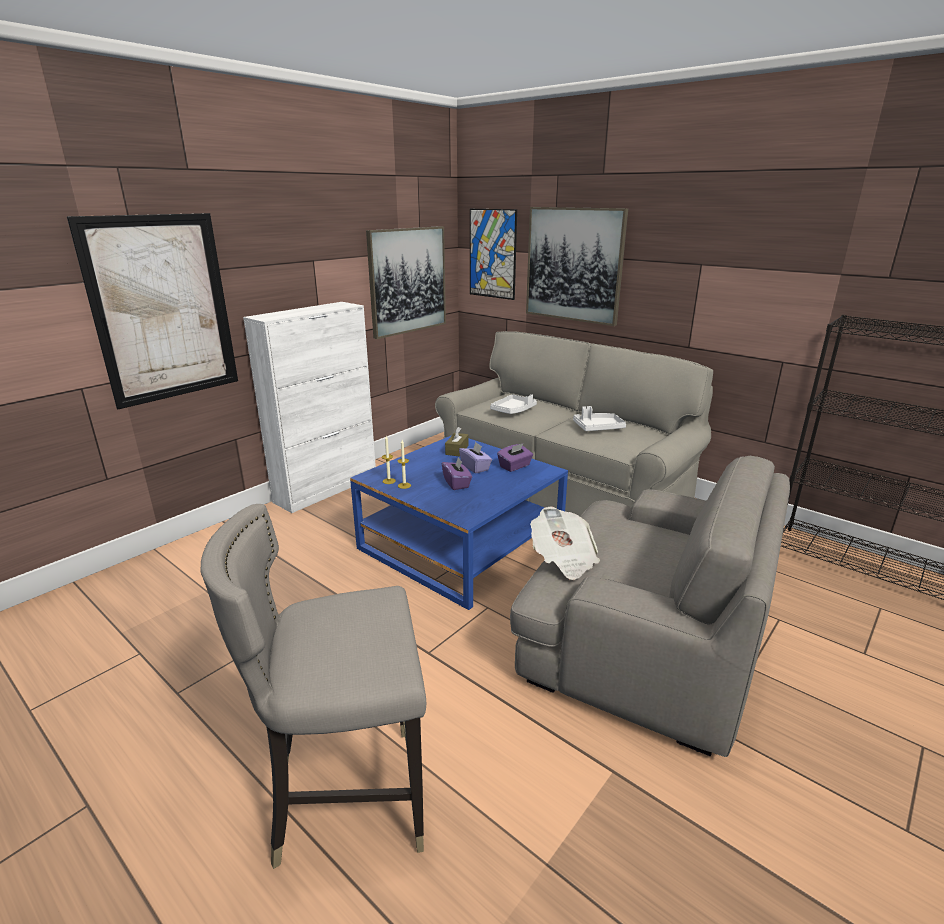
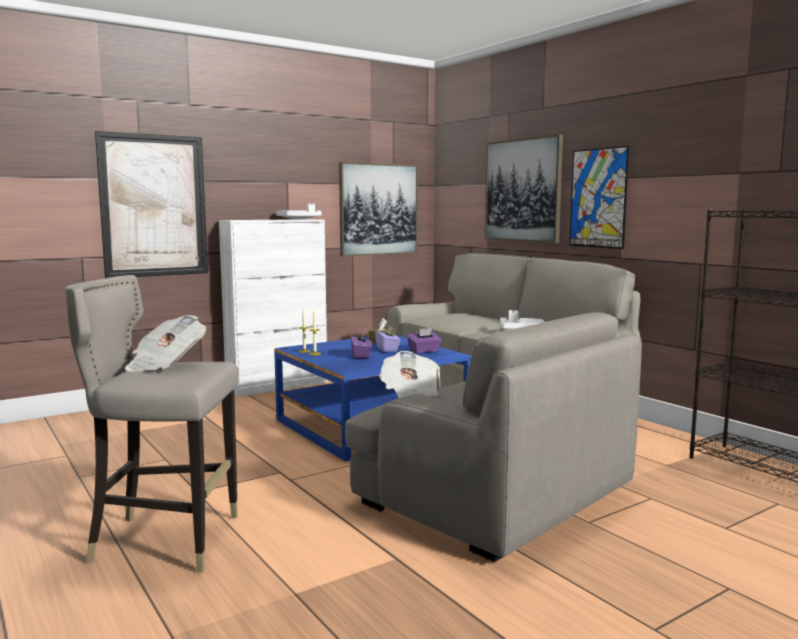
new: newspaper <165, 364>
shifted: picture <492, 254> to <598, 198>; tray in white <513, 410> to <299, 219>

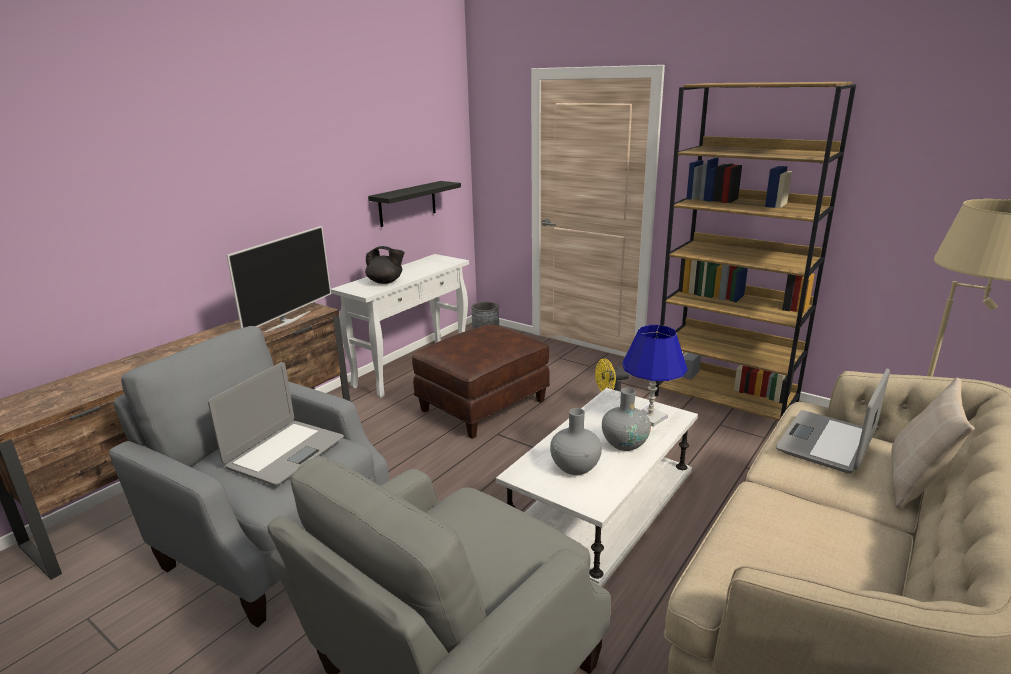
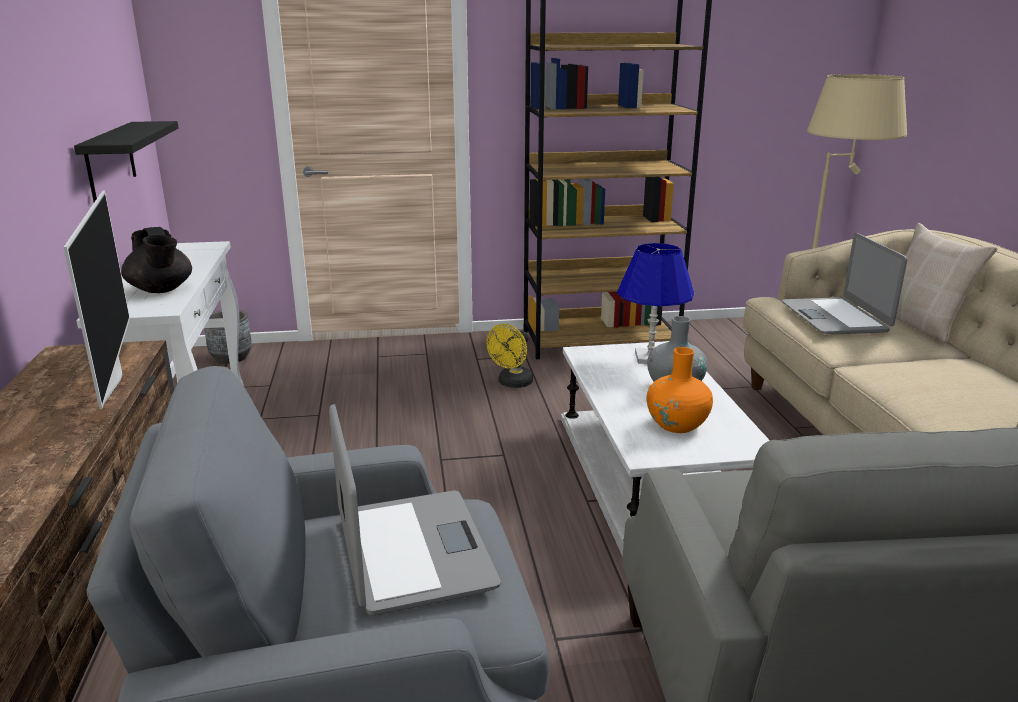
gone: ottoman in brown <483, 405>
repainted: vase in grey <575, 467> to vase in orange <677, 425>
rotated: teapot in black <385, 282> = <161, 290> 90 degrees clockwise

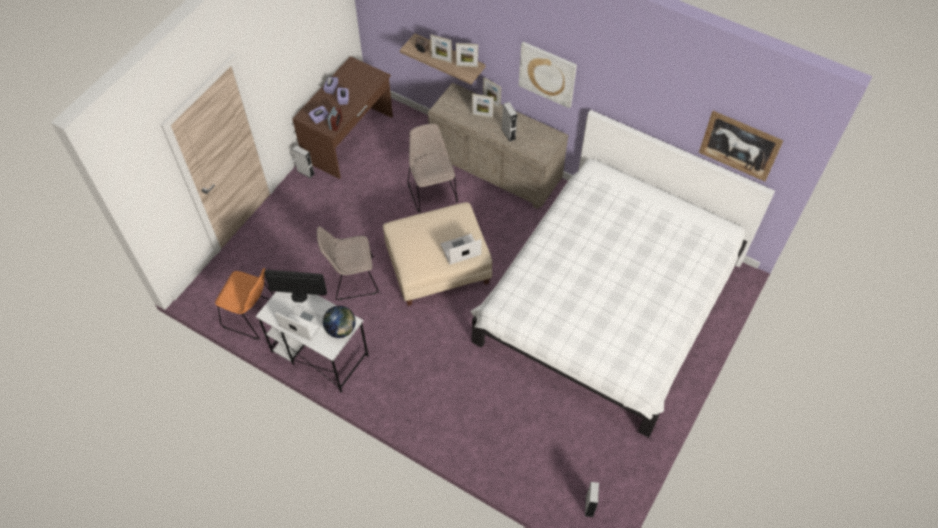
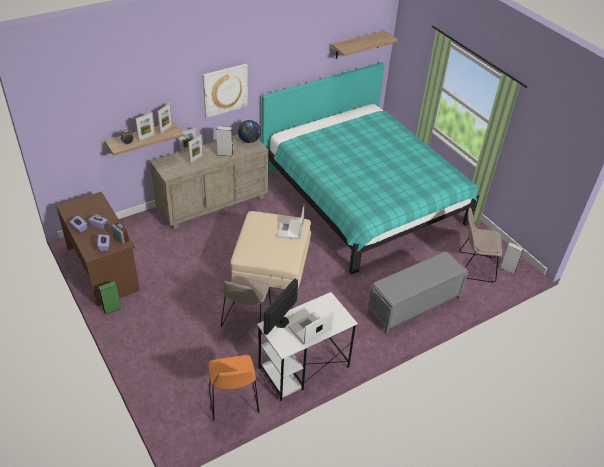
new: bench in grey <413, 306>
shifted: globe <341, 329> to <249, 140>; chair in beige <432, 191> to <474, 267>
swapped: picture <739, 145> to shelf <357, 45>
repainted: speaker in grey <306, 172> to speaker in green <112, 309>; bed in white <608, 302> to bed in turquoise <363, 198>
rotated: chair in orange <253, 315> = <233, 401> 120 degrees clockwise

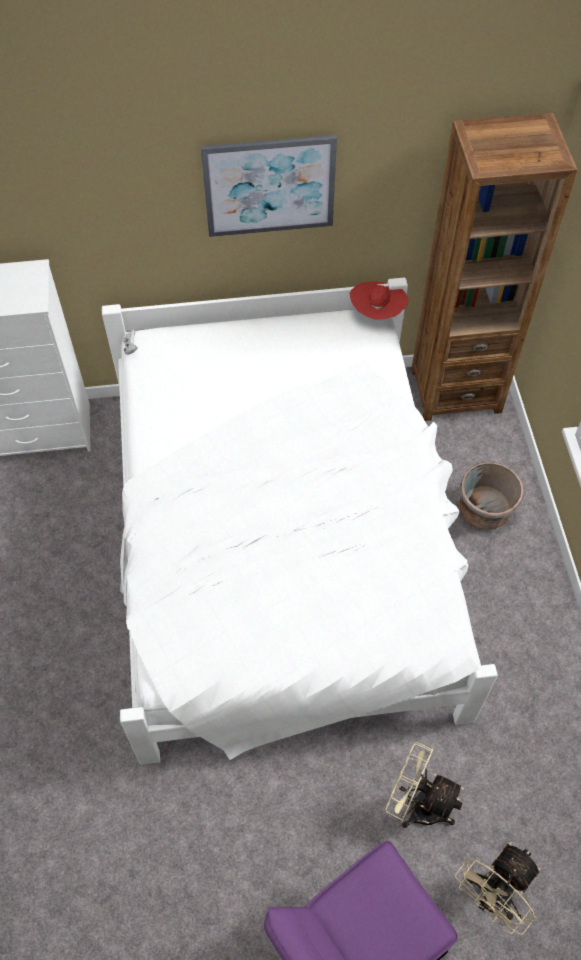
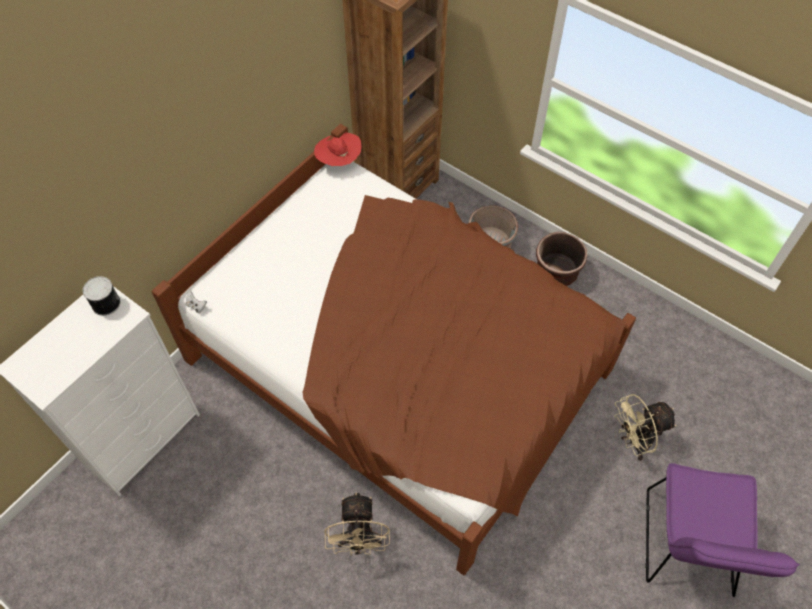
gone: picture <269, 186>
new: can <105, 303>; planter in brown <556, 272>
shifted: fan in beige <491, 895> to <359, 541>
repainted: bed in white <284, 547> to bed in brown <401, 365>

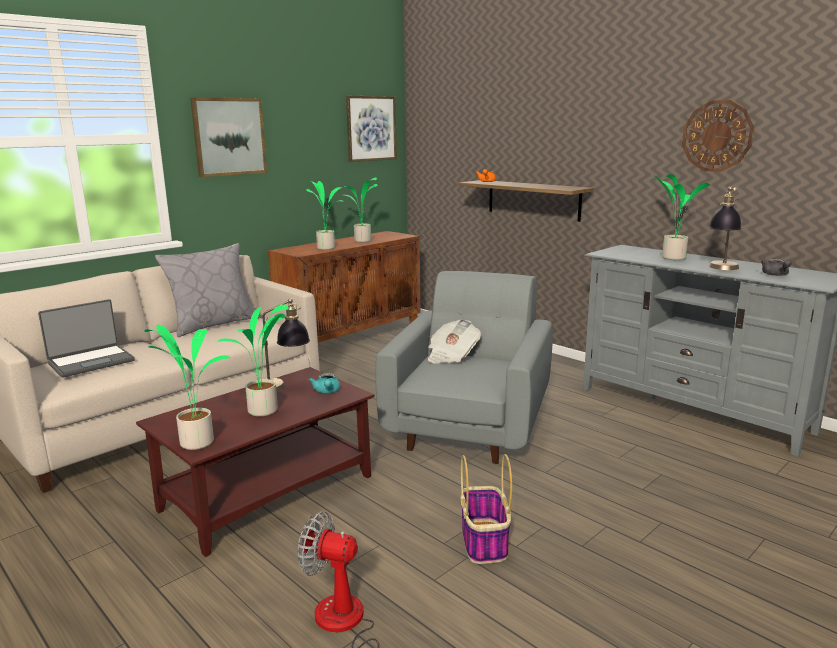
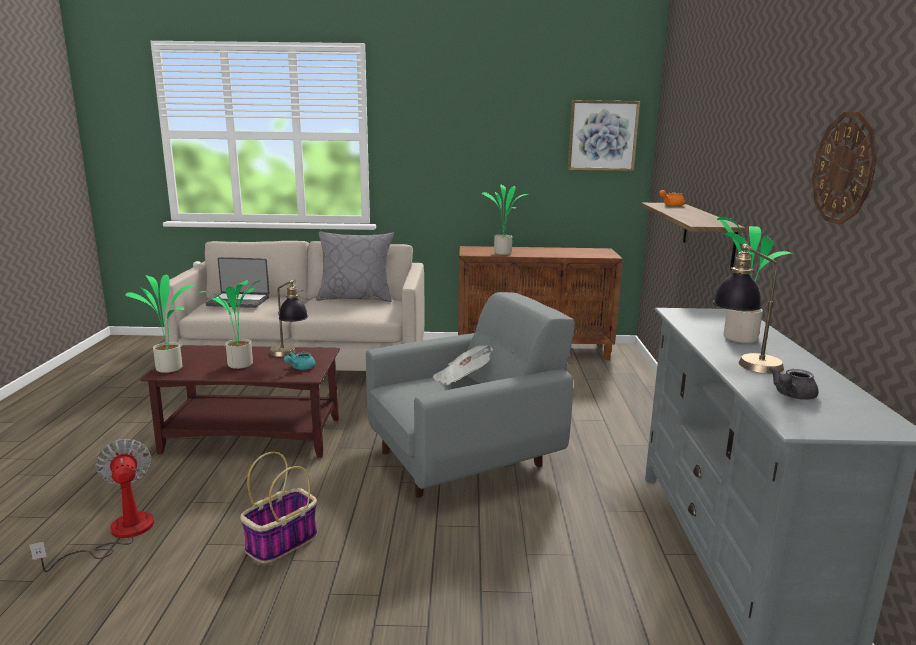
gone: picture <229, 136>; potted plant <363, 241>

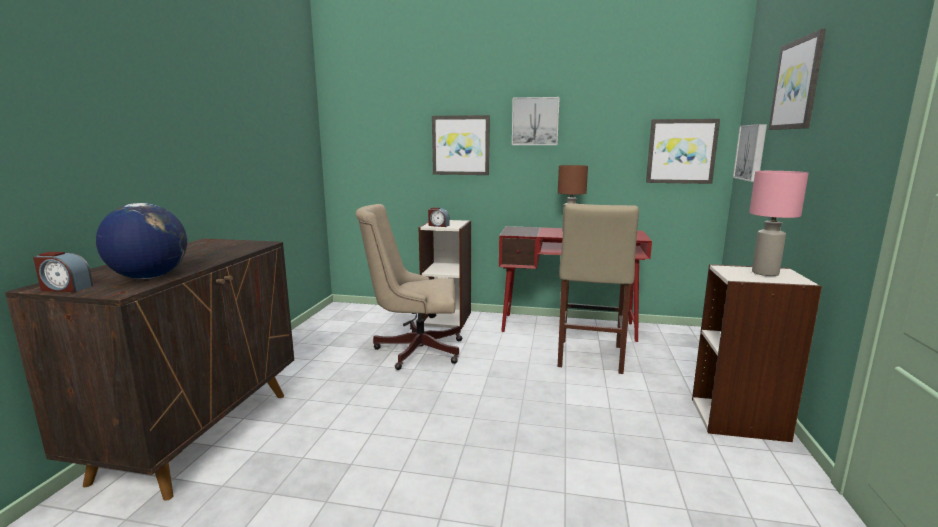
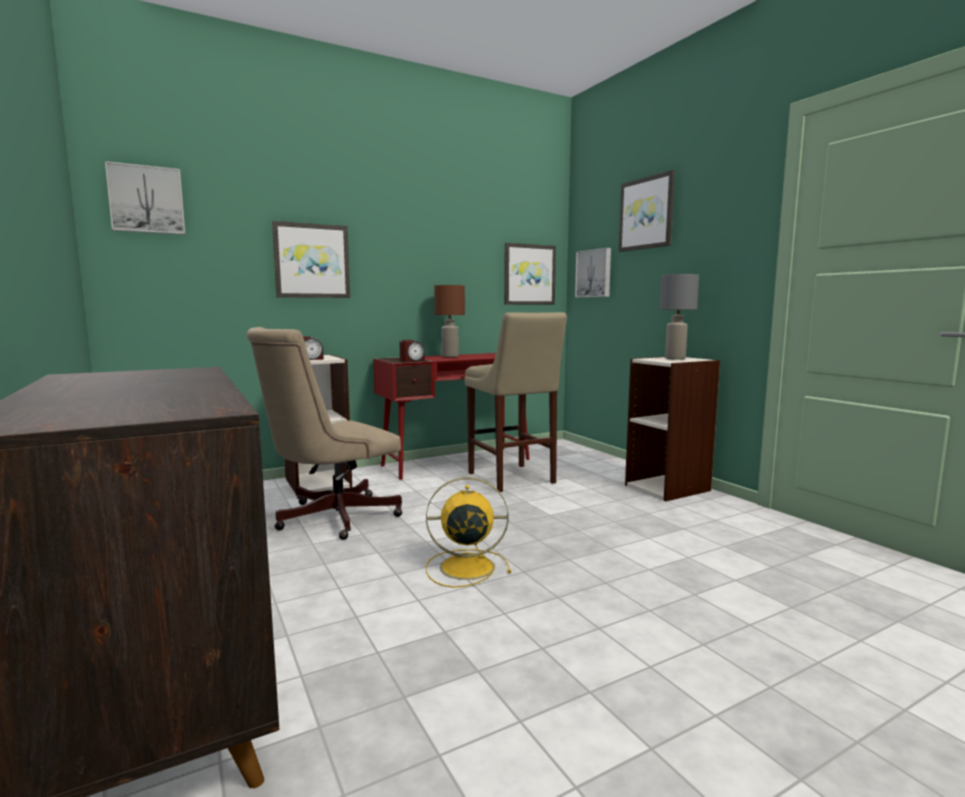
gone: globe <149, 277>
new: fan in yellow <464, 567>
shifted: alarm clock <65, 288> to <412, 360>; picture <535, 121> to <146, 200>
repainted: table lamp in pink <764, 273> to table lamp in grey <674, 358>

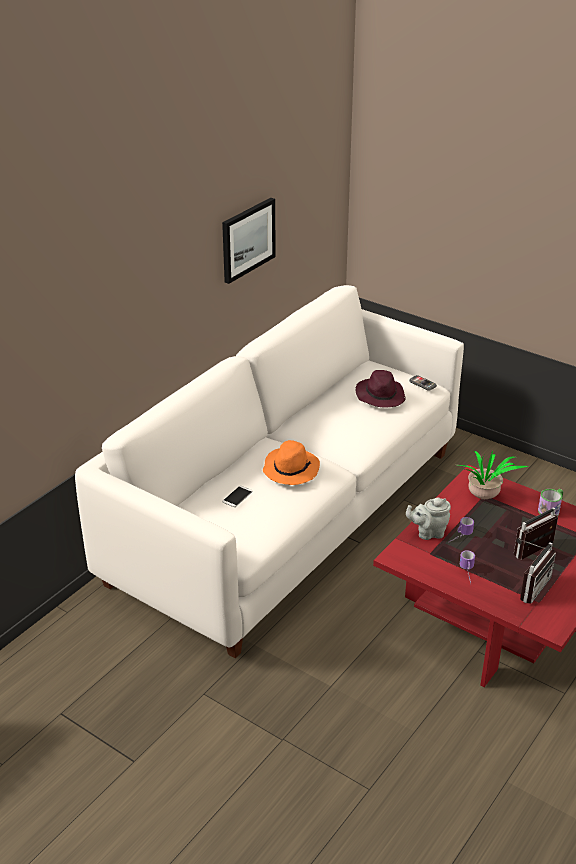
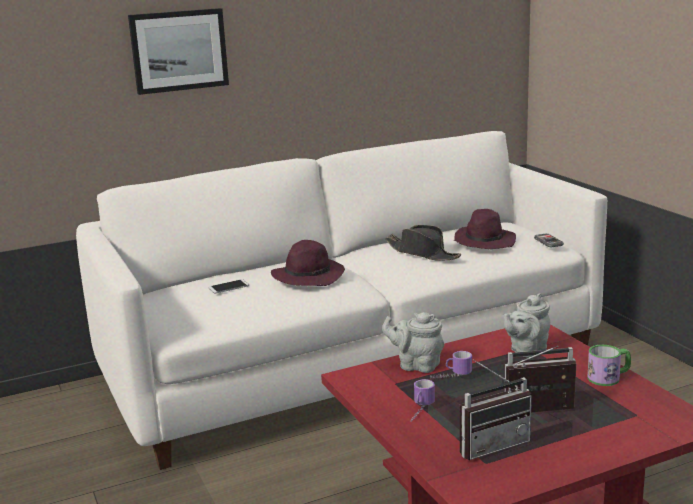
new: hat in black <422, 253>
shifted: picture <247, 239> to <179, 50>
swapped: potted plant <484, 498> to teapot in grey <526, 350>
repainted: hat in orange <290, 469> to hat in purple <309, 276>

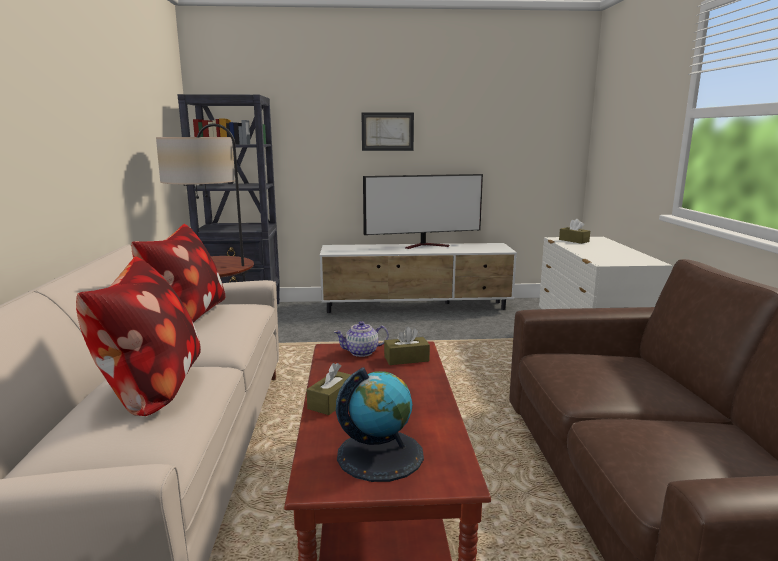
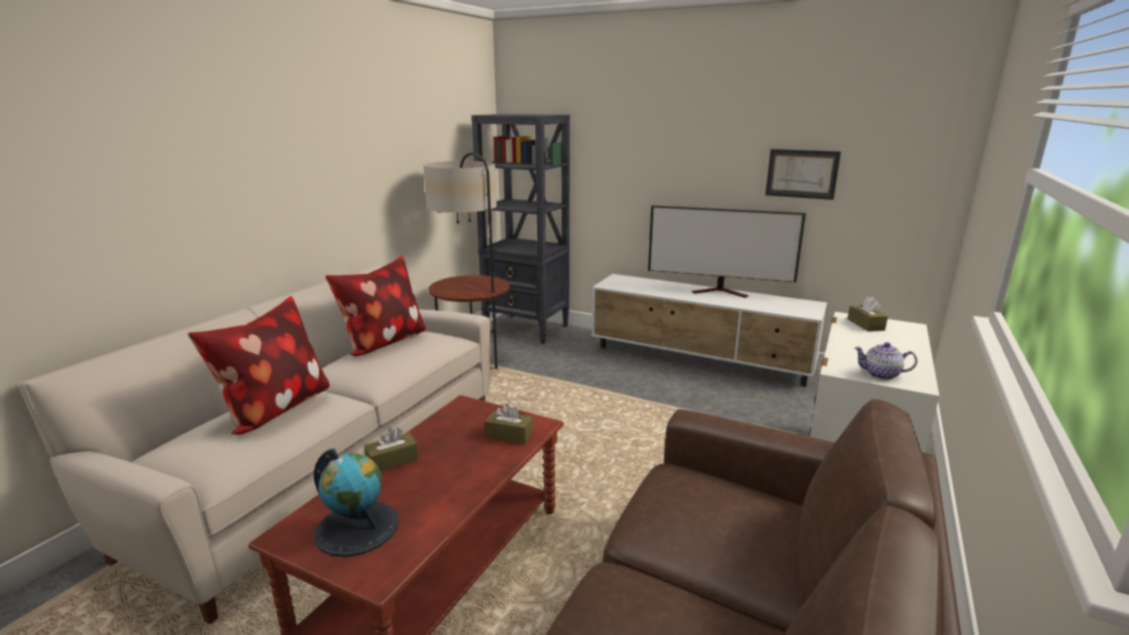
shifted: teapot <362, 352> to <881, 374>; picture <387, 131> to <801, 174>

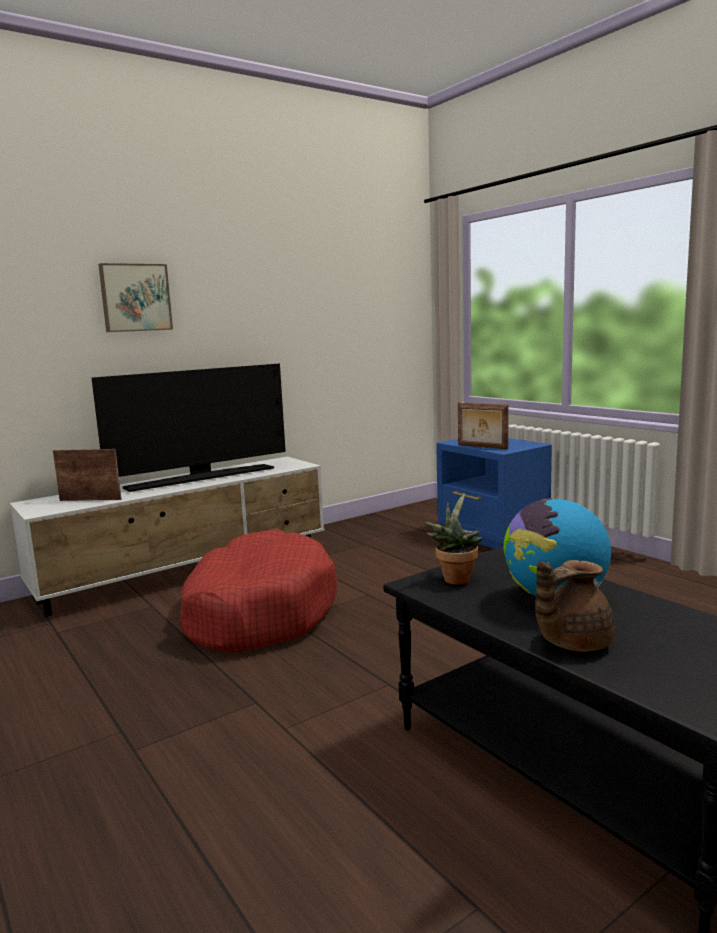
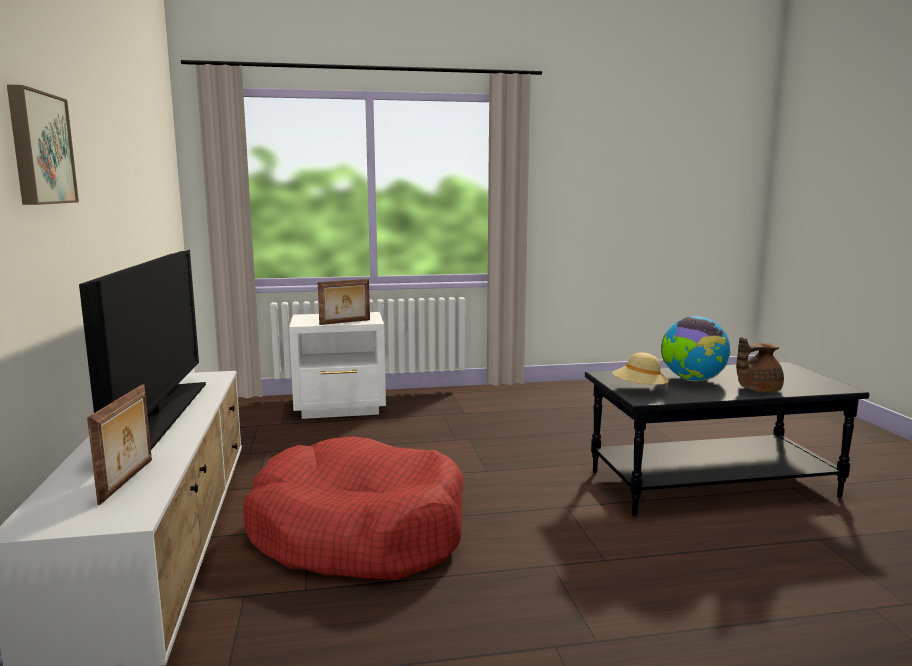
swapped: potted plant <455, 578> to hat in beige <639, 390>
repainted: nightstand in blue <492, 536> to nightstand in white <341, 408>
rotated: picture frame <91, 499> = <128, 480> 150 degrees clockwise; teapot in brown <571, 642> = <757, 389> 75 degrees clockwise

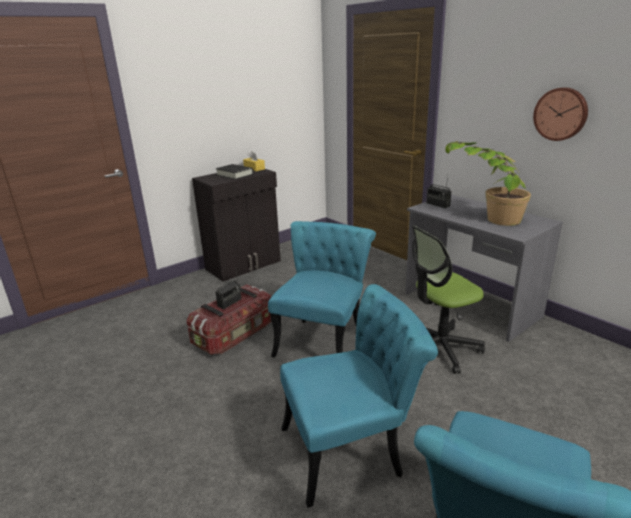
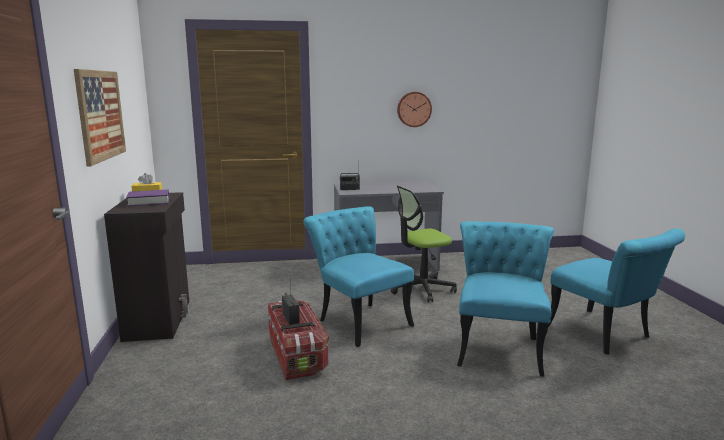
gone: potted plant <486, 217>
new: picture <100, 115>
repainted: book in black <235, 175> to book in purple <149, 201>
rotated: office chair <439, 347> = <422, 289> 60 degrees clockwise

